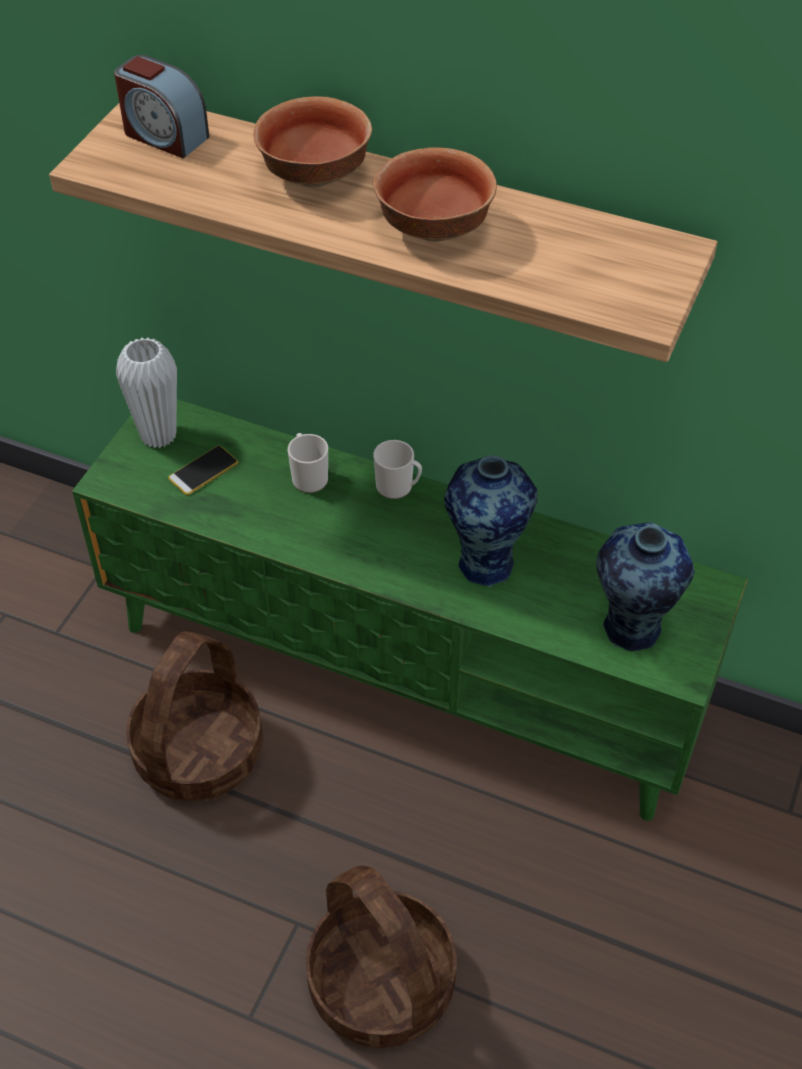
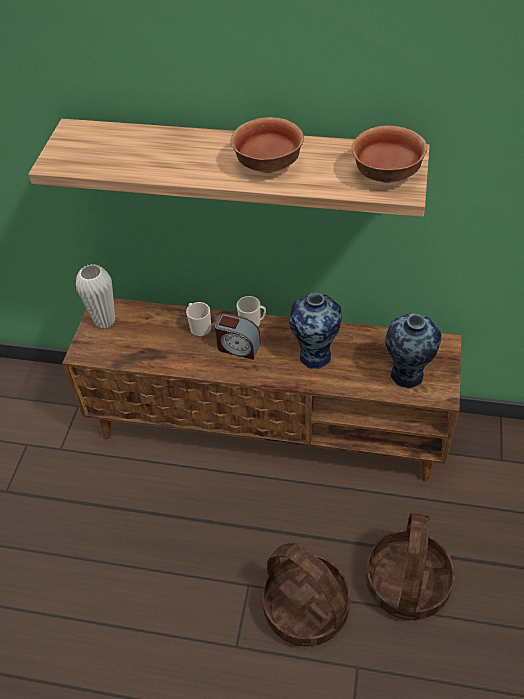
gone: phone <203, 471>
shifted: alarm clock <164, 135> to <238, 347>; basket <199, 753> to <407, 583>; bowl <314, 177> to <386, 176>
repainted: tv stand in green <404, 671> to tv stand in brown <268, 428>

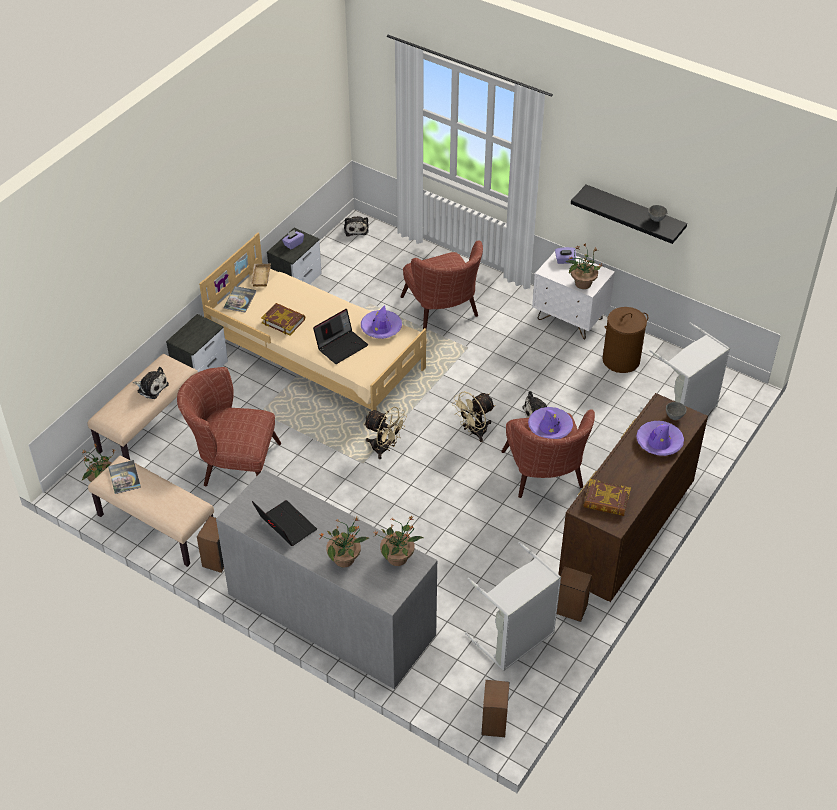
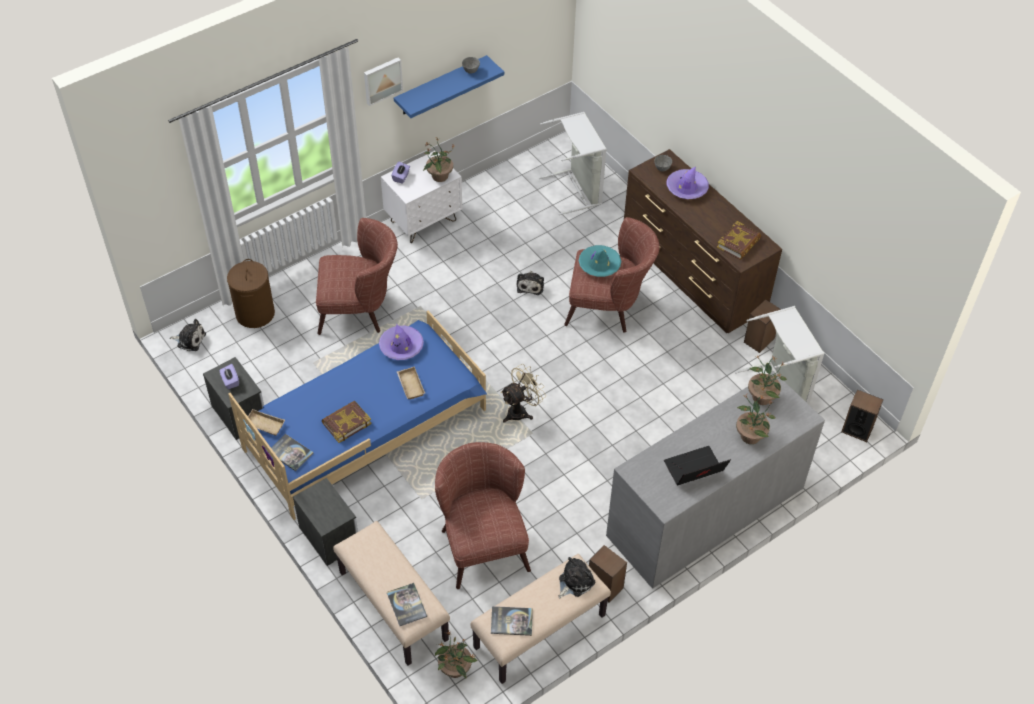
gone: fan in beige <474, 432>
new: picture <382, 80>; book <406, 605>
shifted: plush toy <151, 387> to <574, 581>; laundry basket in brown <621, 360> to <255, 313>
swapped: laptop <341, 345> to tray in beige <409, 385>
repainted: bed in beige <317, 356> to bed in blue <365, 427>; hat in purple <550, 427> to hat in turquoise <599, 264>; shelf in black <634, 213> to shelf in blue <441, 86>
rotated: armchair in brown <233, 463> = <482, 541> 135 degrees clockwise

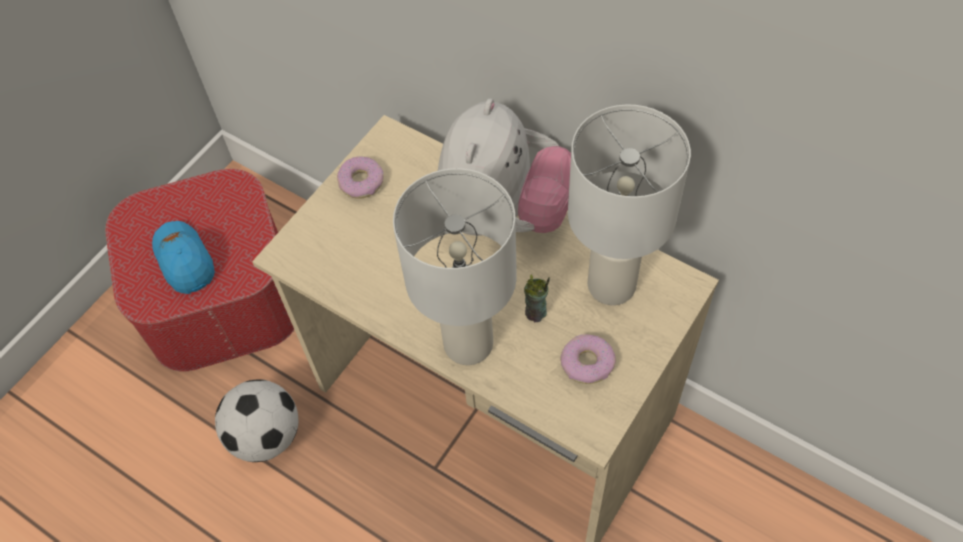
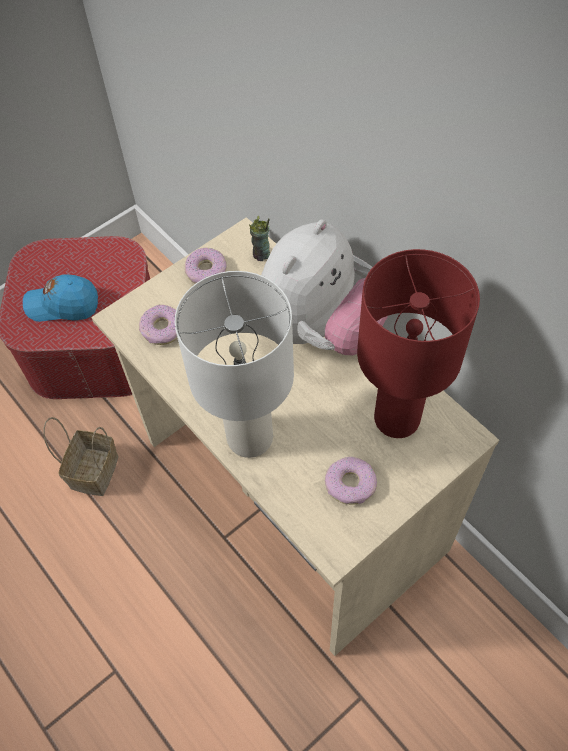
new: donut <162, 329>
shifted: cup <536, 313> to <261, 255>
swapped: football <266, 435> to basket <94, 470>
repainted: table lamp in white <612, 283> to table lamp in red <397, 417>
rotated: cap in blue <184, 260> = <63, 305> 75 degrees counterclockwise

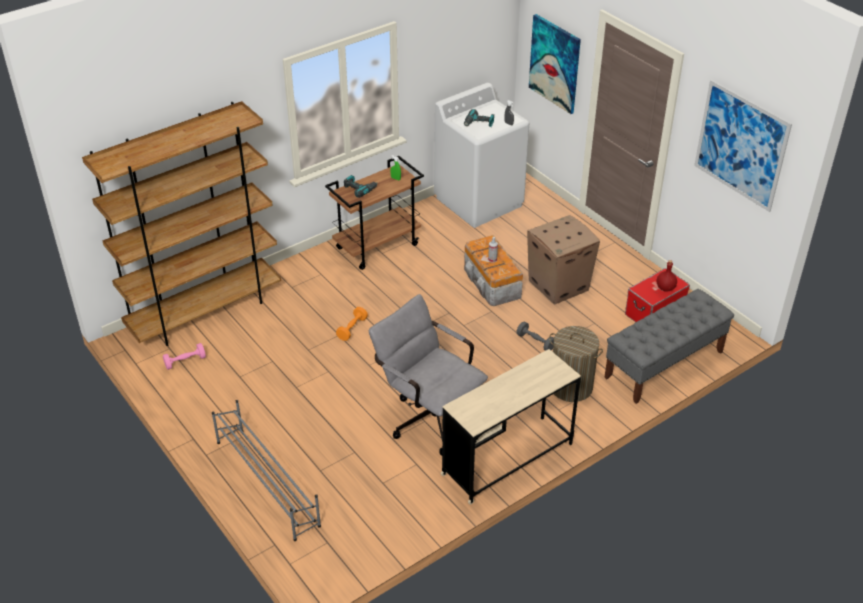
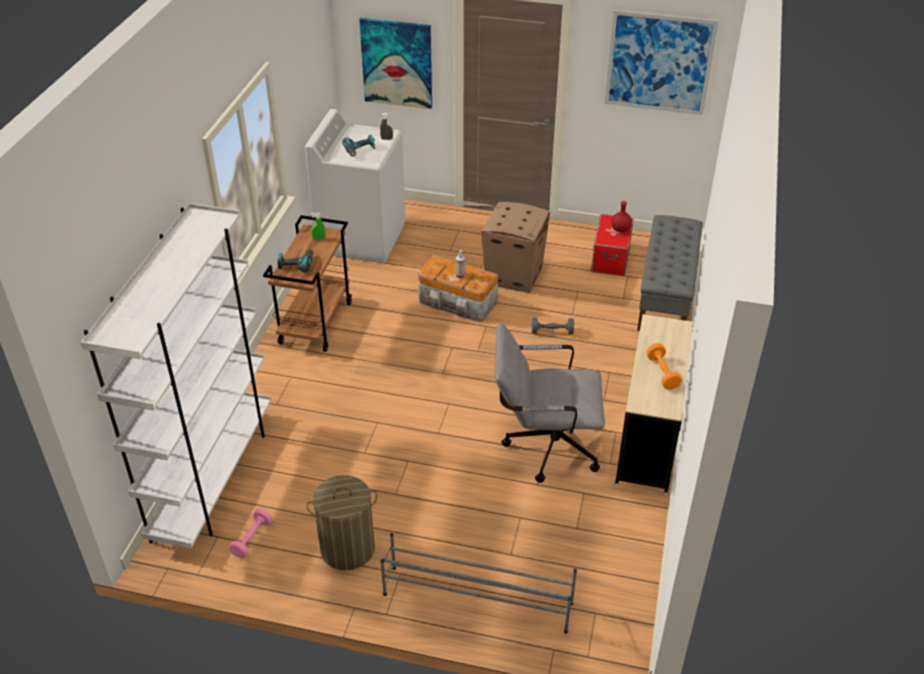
shifted: dumbbell in orange <352, 329> to <662, 373>; laundry basket <570, 387> to <347, 549>
repainted: bookcase in brown <205, 312> to bookcase in white <213, 478>

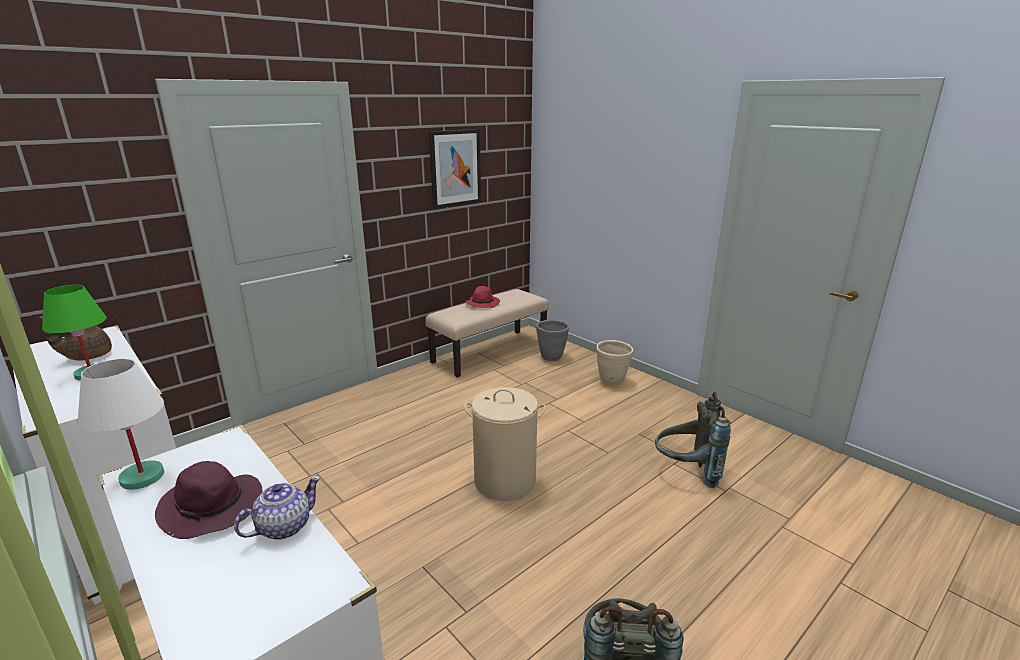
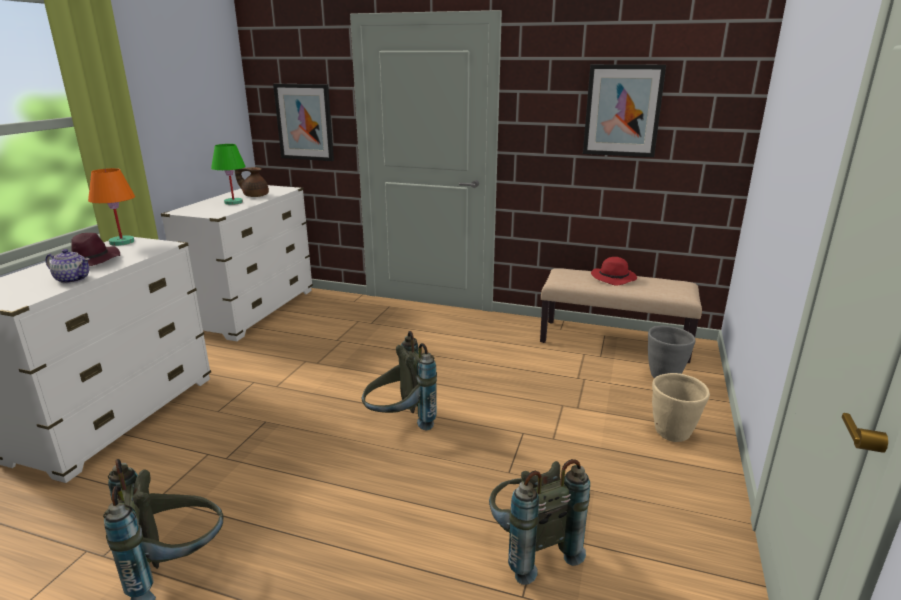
new: picture <304, 122>
swapped: laundry basket in beige <505, 481> to backpack in grey <399, 423>
repainted: table lamp in white <141, 478> to table lamp in orange <121, 242>

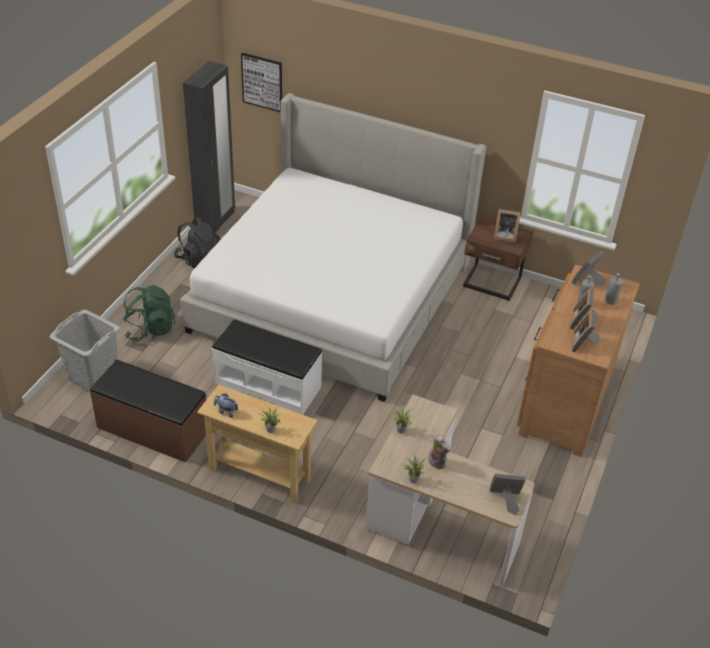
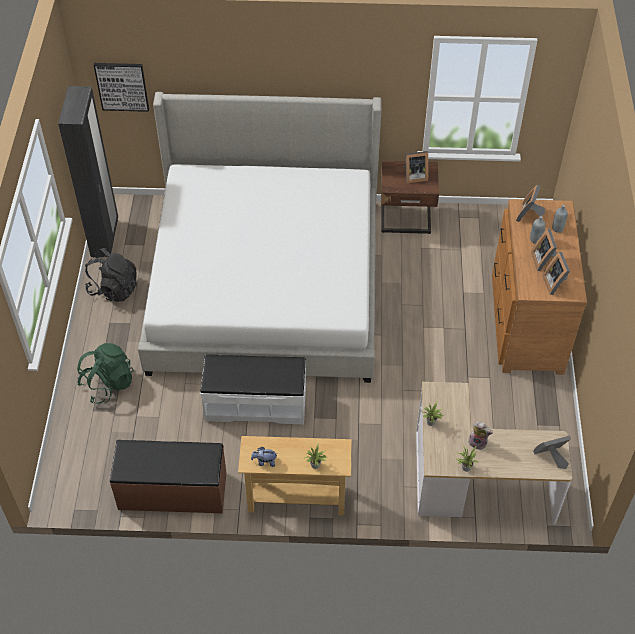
gone: laundry basket in grey <93, 376>

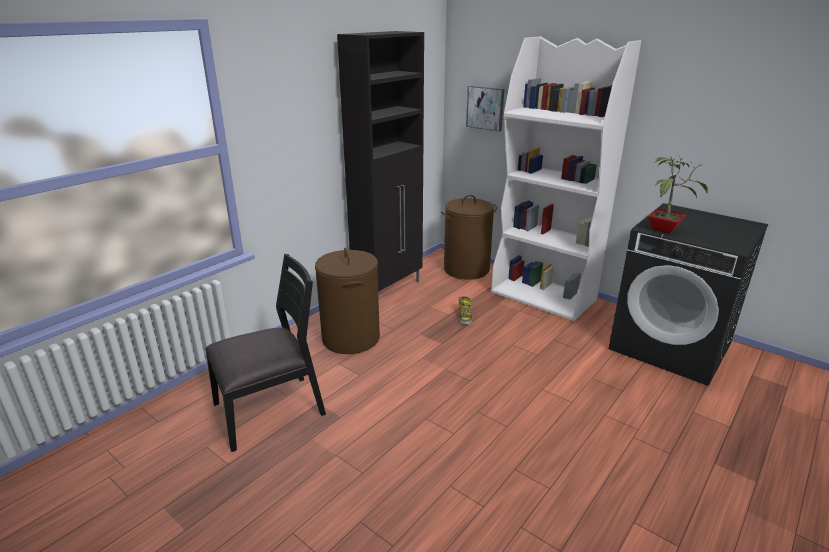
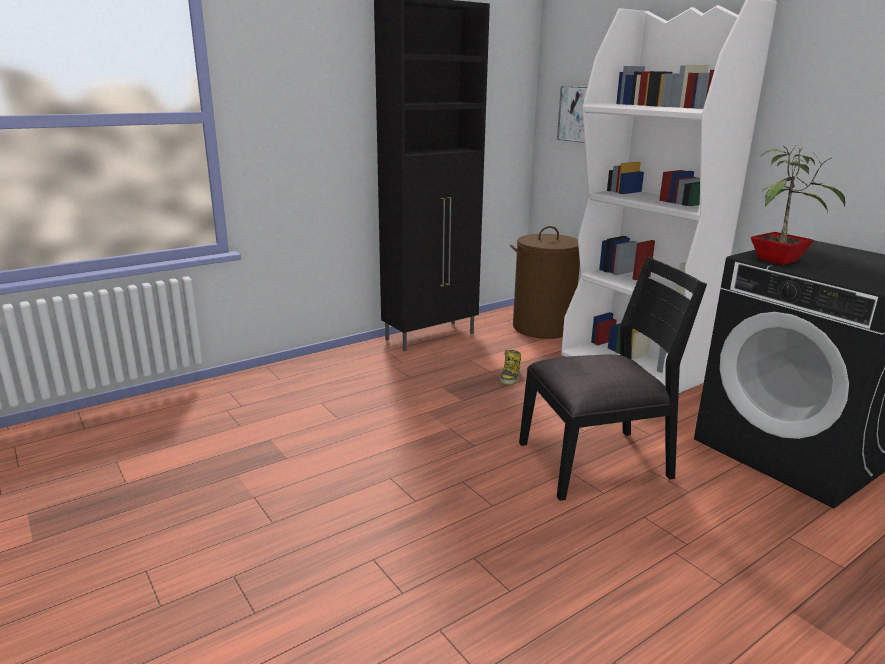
gone: laundry basket in brown <351, 338>
shifted: chair in black <270, 409> to <596, 461>

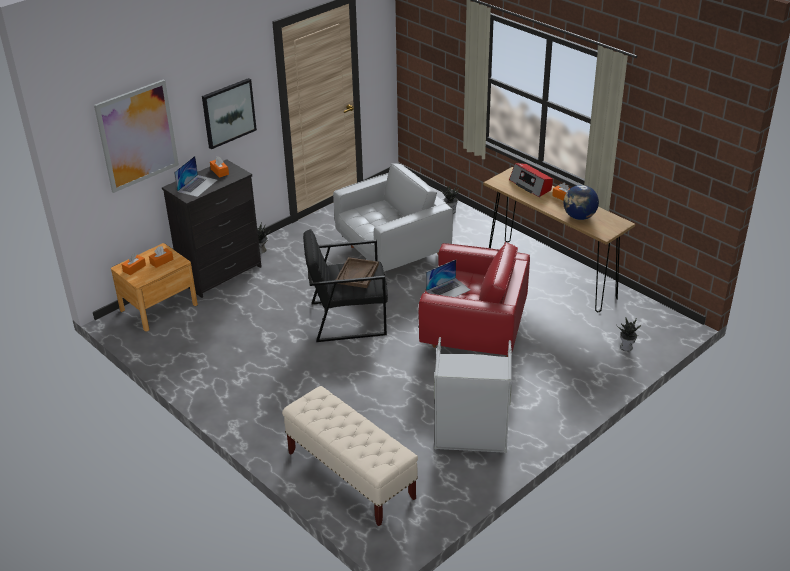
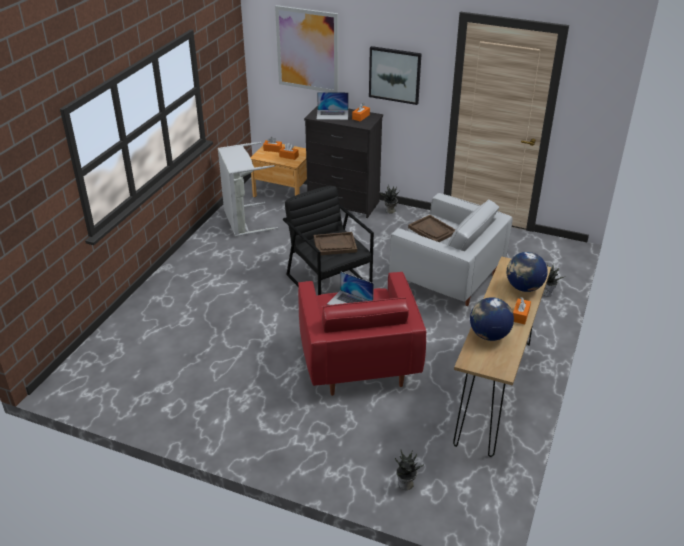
gone: bench in beige <350, 475>
new: tray in brown <432, 230>
shifted: laundry basket in grey <471, 437> to <243, 221>
swapped: radio <531, 185> to globe <524, 287>

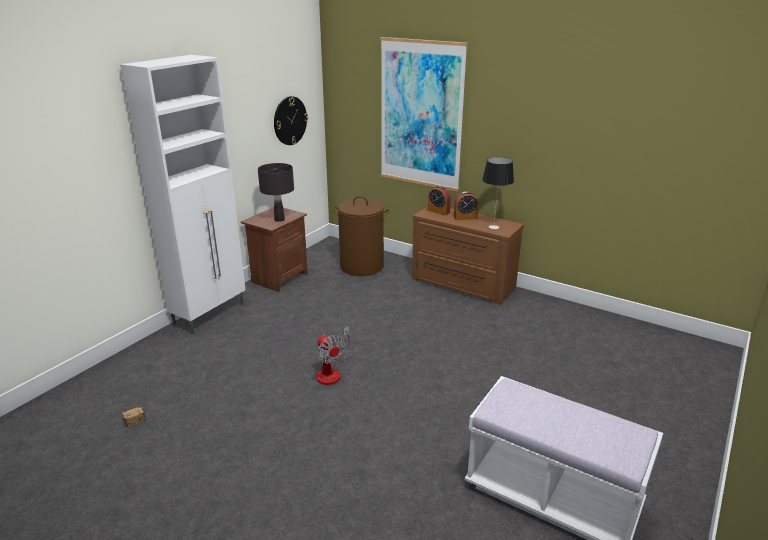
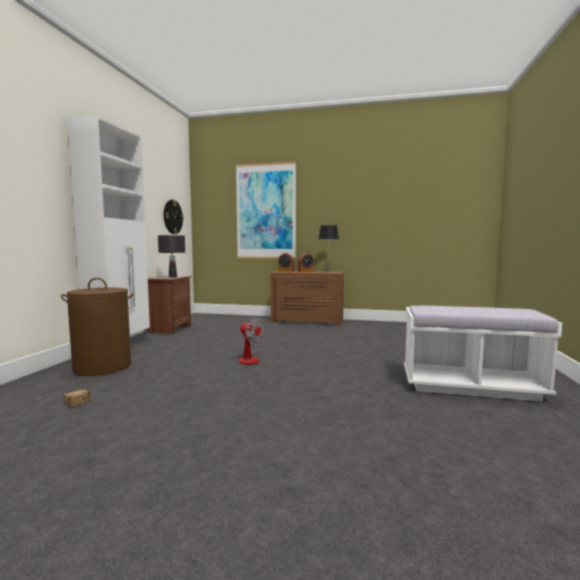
shifted: laundry basket in brown <362, 266> to <103, 367>

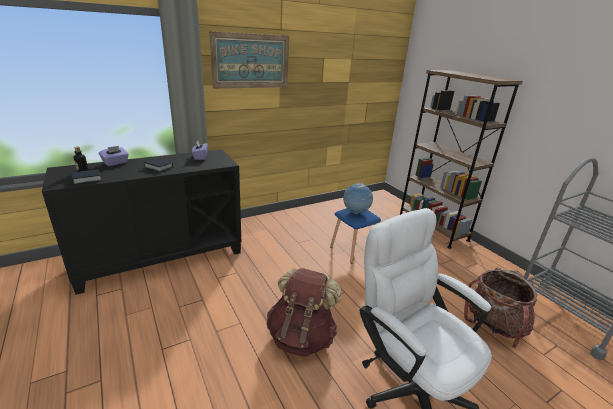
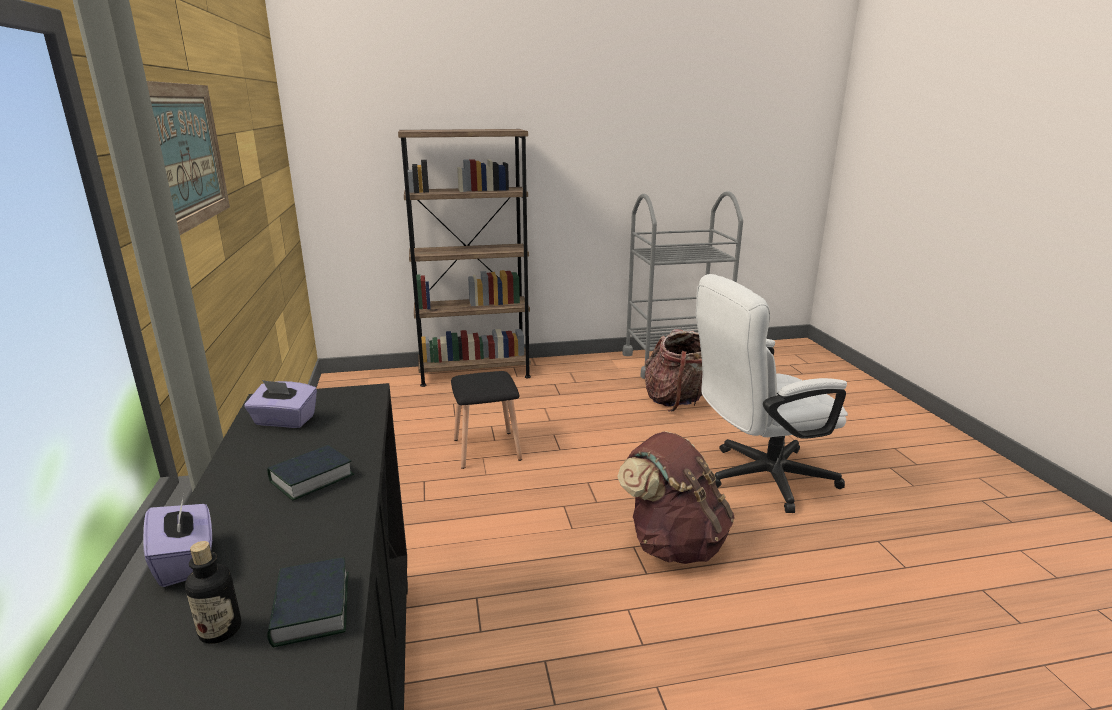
gone: globe <356, 213>
repainted: stool in blue <352, 250> to stool in black <488, 450>

